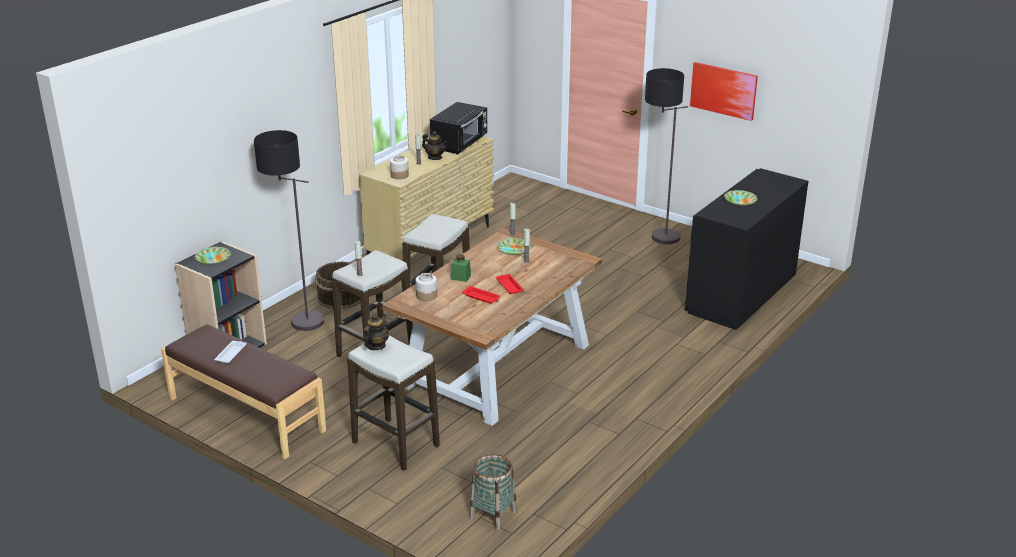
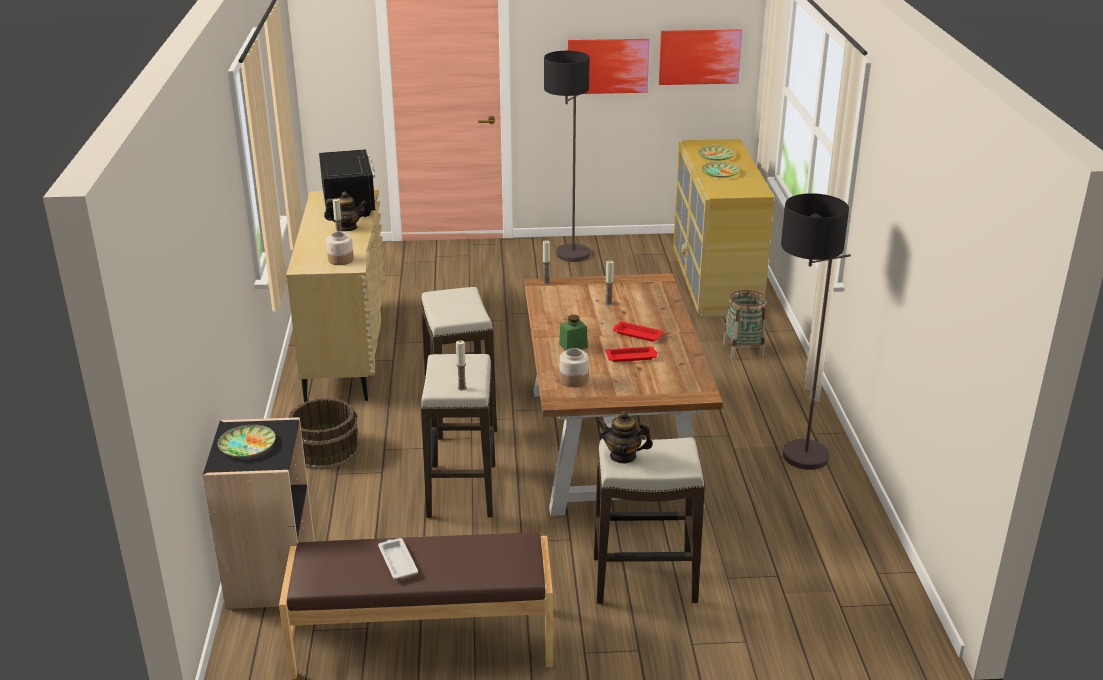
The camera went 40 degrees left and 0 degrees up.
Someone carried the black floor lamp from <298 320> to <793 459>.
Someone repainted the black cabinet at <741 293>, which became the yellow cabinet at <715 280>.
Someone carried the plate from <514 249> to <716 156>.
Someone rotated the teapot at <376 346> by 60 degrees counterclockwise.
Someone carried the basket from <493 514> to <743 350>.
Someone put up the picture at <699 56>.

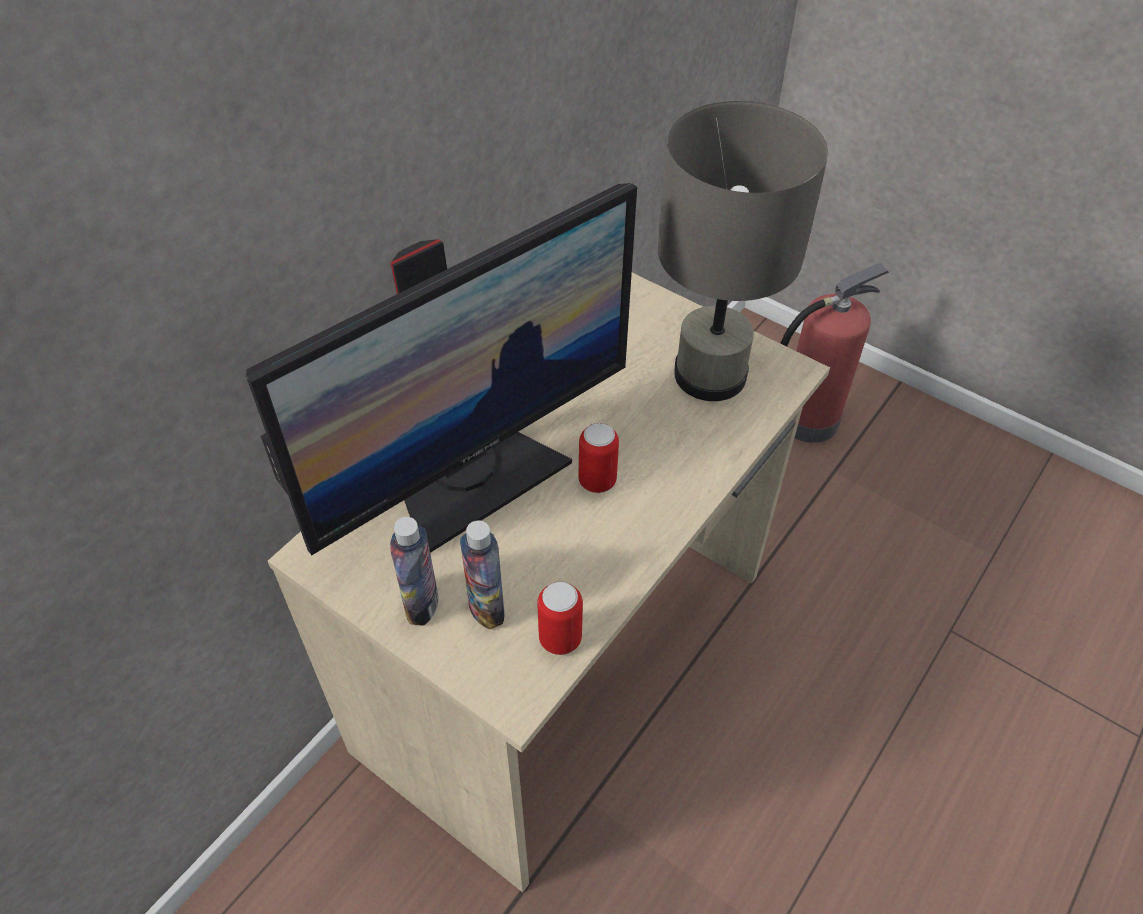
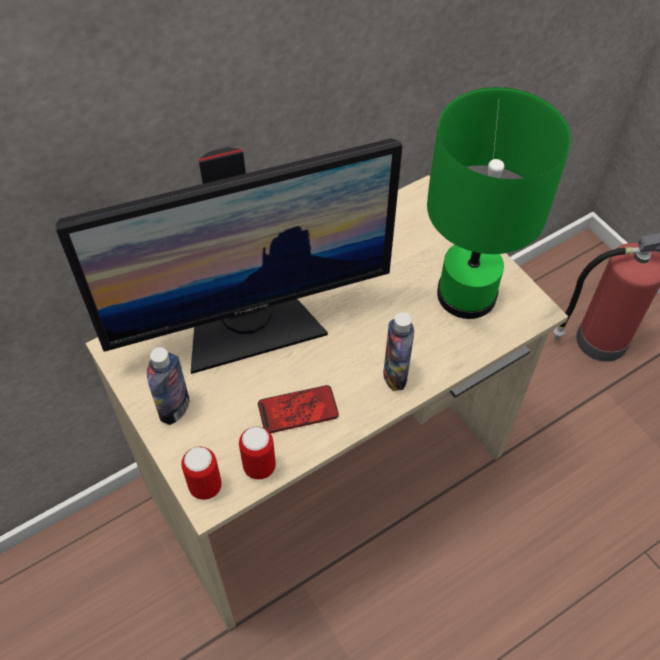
The camera went 20 degrees right and 5 degrees up.
Someone repainted the grey table lamp at <709 376>, which became the green table lamp at <465 296>.
Someone carried the can from <597 481> to <205 486>.
Someone carried the bottle from <486 608> to <395 375>.
Someone put down the phone at <298 410>.

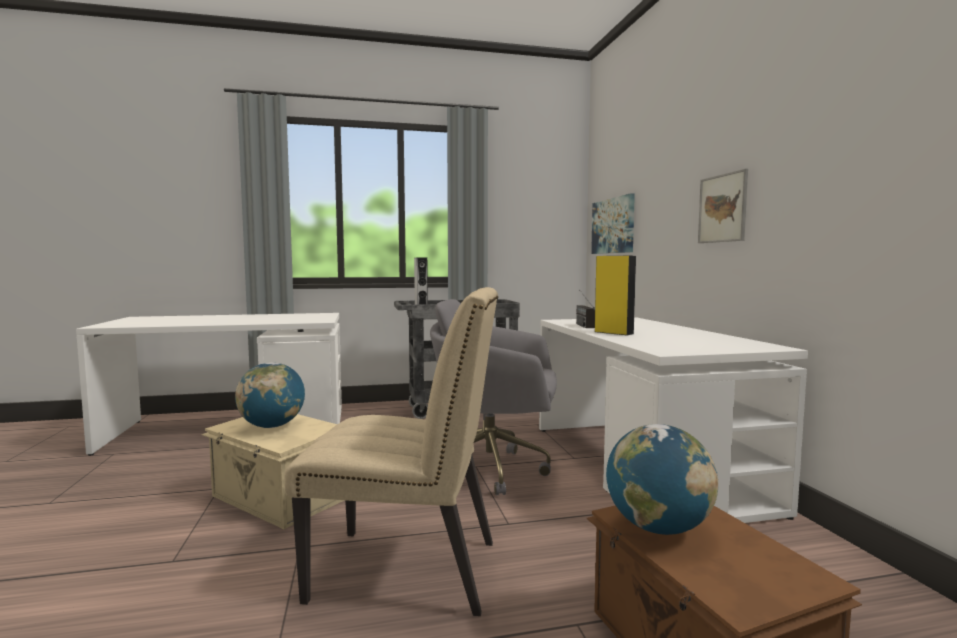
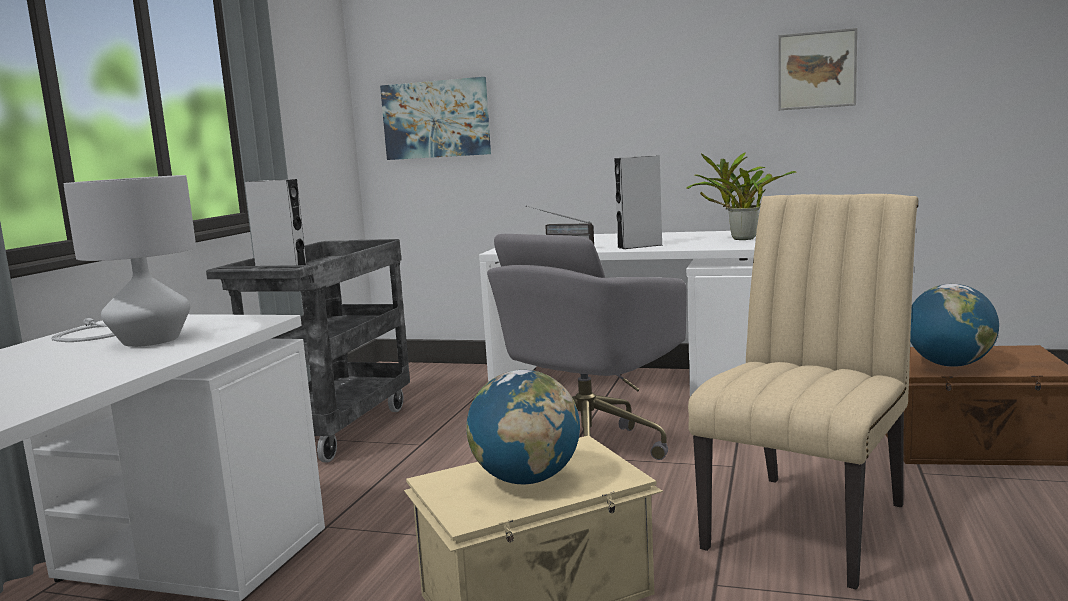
The camera went 60 degrees left and 5 degrees up.
Someone carried the picture from <722 208> to <816 70>.
Someone repainted the yellow speaker at <613 333>, which became the grey speaker at <639 246>.
Someone put down the potted plant at <739 239>.
Someone put down the white table lamp at <128 337>.

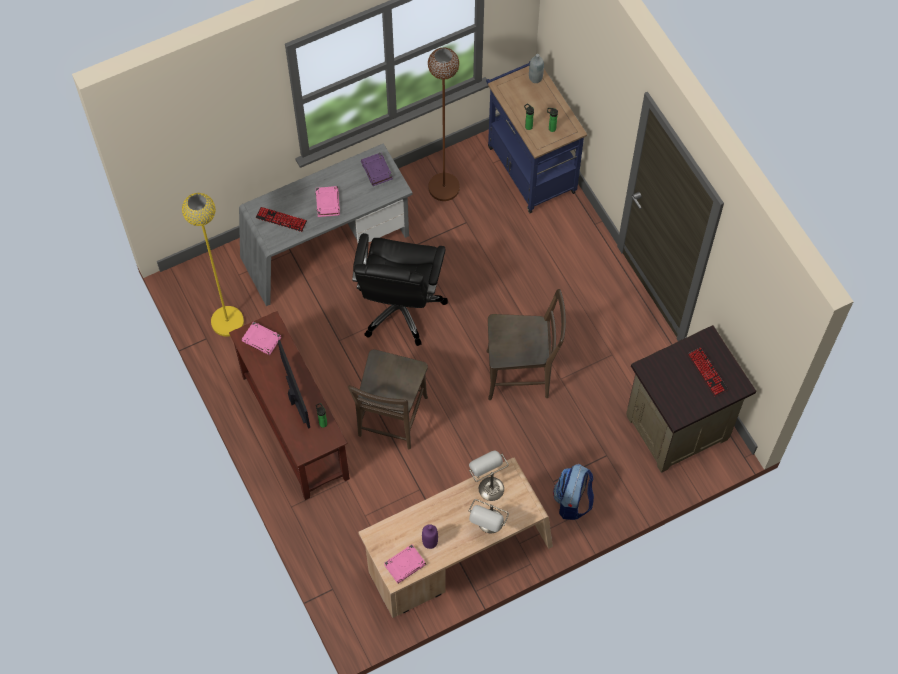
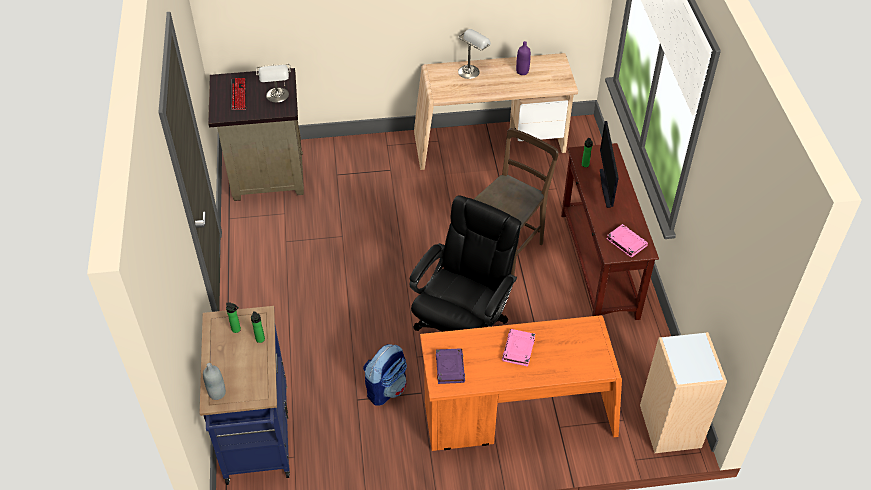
The camera went 160 degrees left and 15 degrees down.
Someone took away the brown floor lamp at <444 187>.
Someone repainted the grey desk at <327 249>, which became the orange desk at <518 417>.
Someone took away the yellow floor lamp at <227 321>.
Someone took away the keyboard at <281 220>.
Someone took away the brown chair at <522 374>.
Someone carried the white table lamp from <488 484> to <278 98>.
Someone carried the backpack from <573 501> to <386 388>.
Someone took away the pink book at <405 564>.
Someone put down the bookcase at <670 427>.

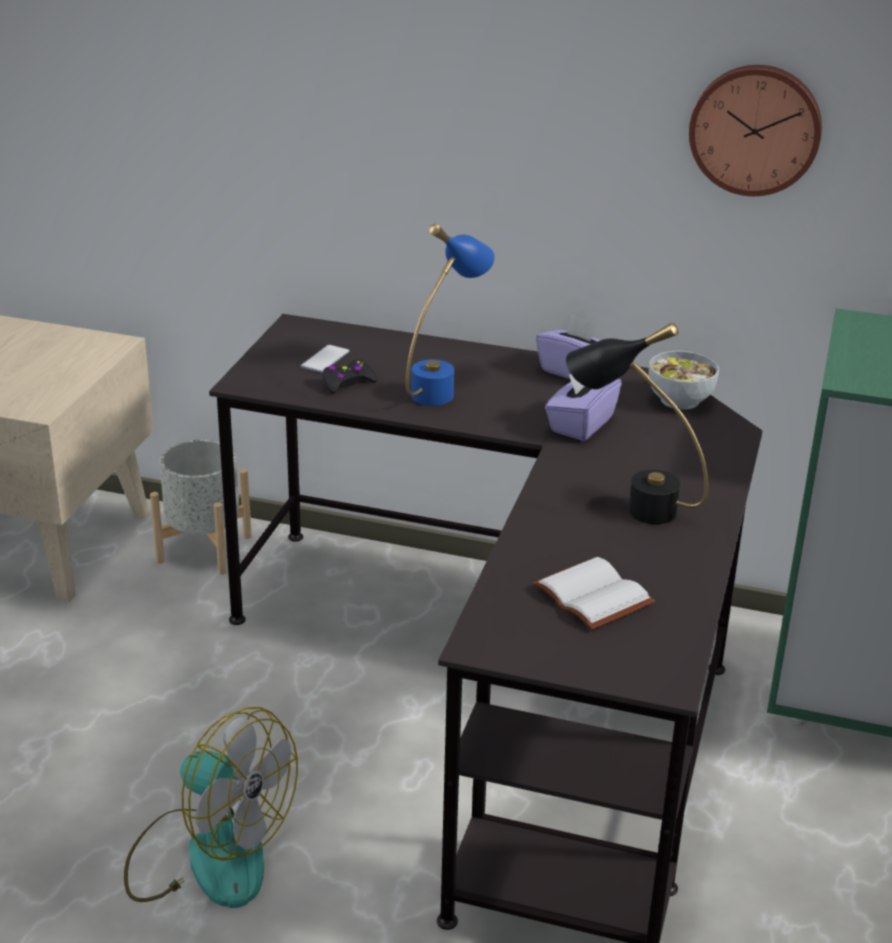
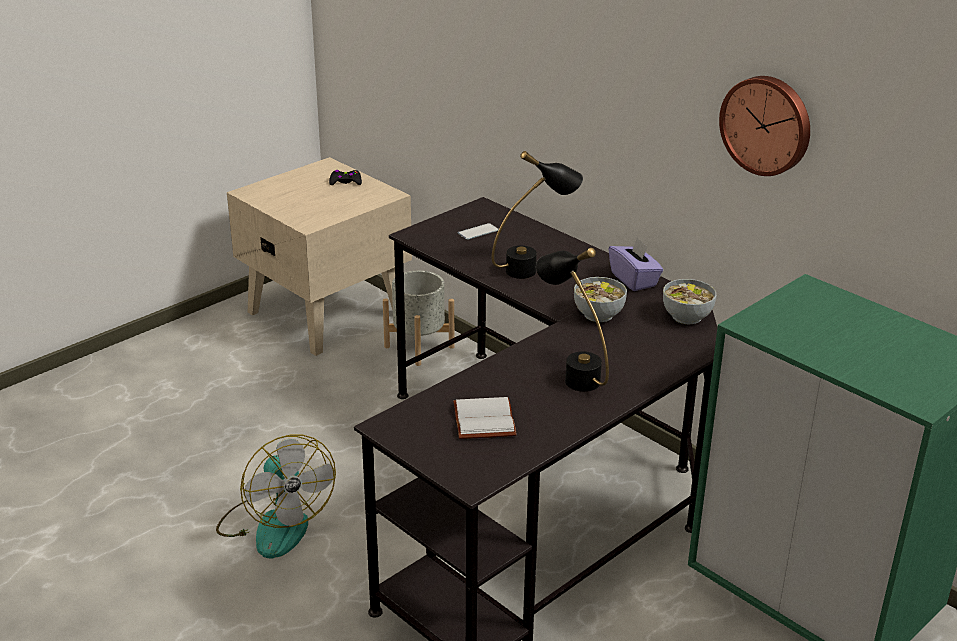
The camera went 30 degrees right and 0 degrees up.
Someone repainted the blue table lamp at <444 387>, which became the black table lamp at <534 268>.
Someone carried the black game controller from <347 383> to <345 182>.
Someone swapped the purple tissue box at <580 424> for the bowl at <598 314>.

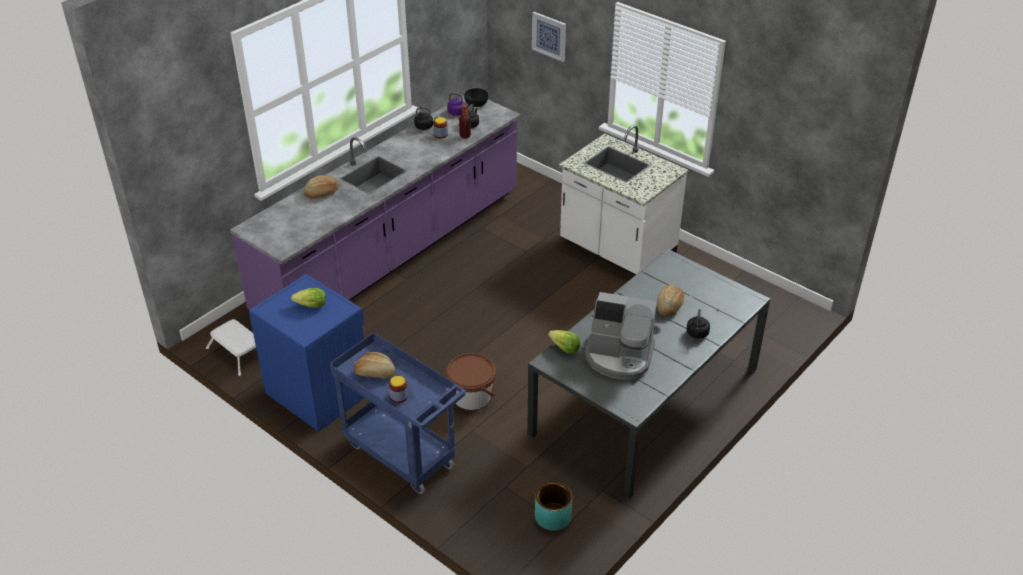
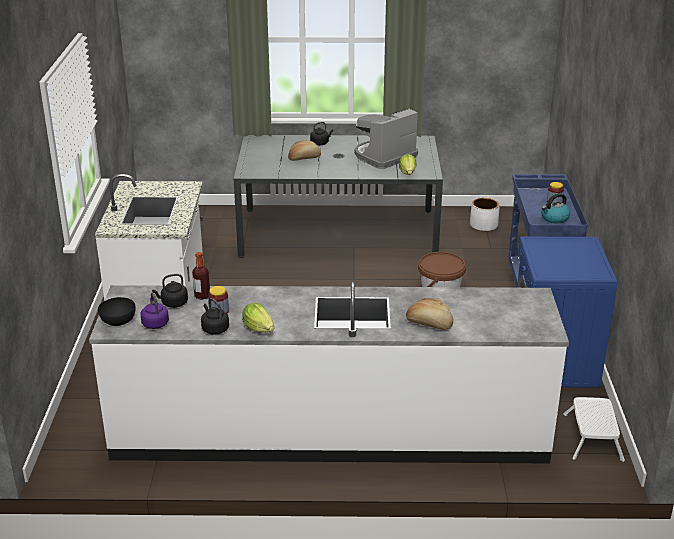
The camera went 130 degrees left and 10 degrees down.
Someone took away the picture at <549 36>.
Someone repainted the purple counter at <393 254>, which became the white counter at <330 431>.
Someone carried the lettuce from <311 306> to <259 329>.
Someone rotated the coffee machine at <619 356> by 105 degrees counterclockwise.
Someone swapped the bread at <375 373> for the kettle at <554 218>.
Someone repainted the turquoise planter at <553 516>, which became the white planter at <483 225>.

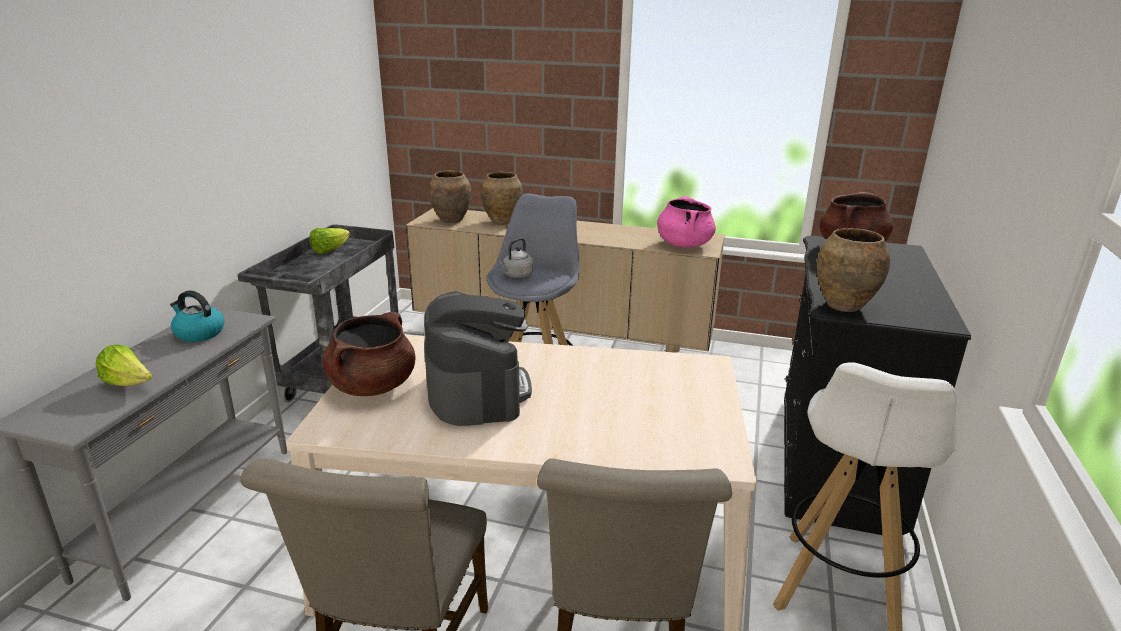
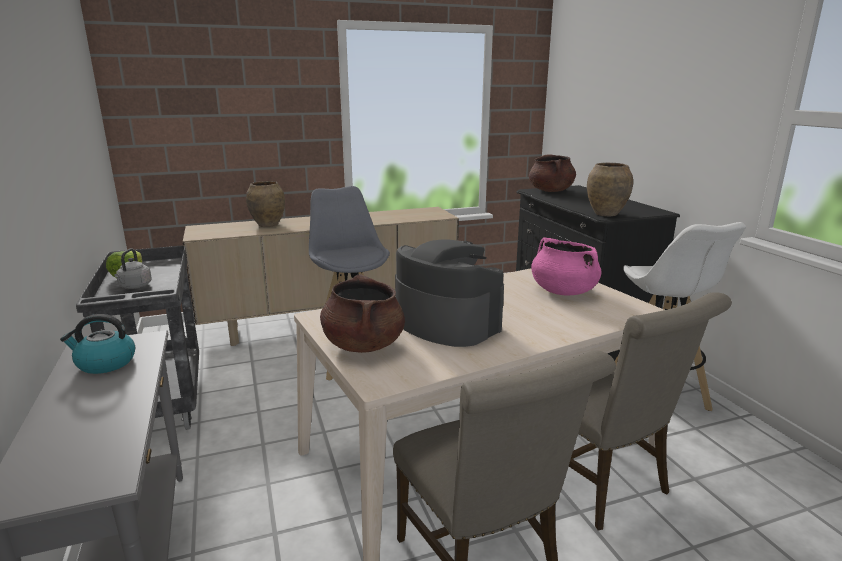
The camera went 35 degrees left and 5 degrees down.
Someone took away the brown vase at <452 220>.
Someone carried the pink cooking pot from <684 244> to <563 291>.
Someone carried the grey kettle from <517 275> to <134 286>.
Someone took away the lettuce at <129 384>.

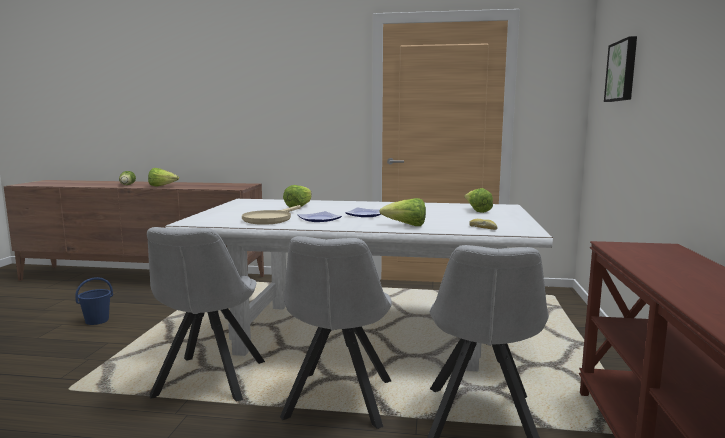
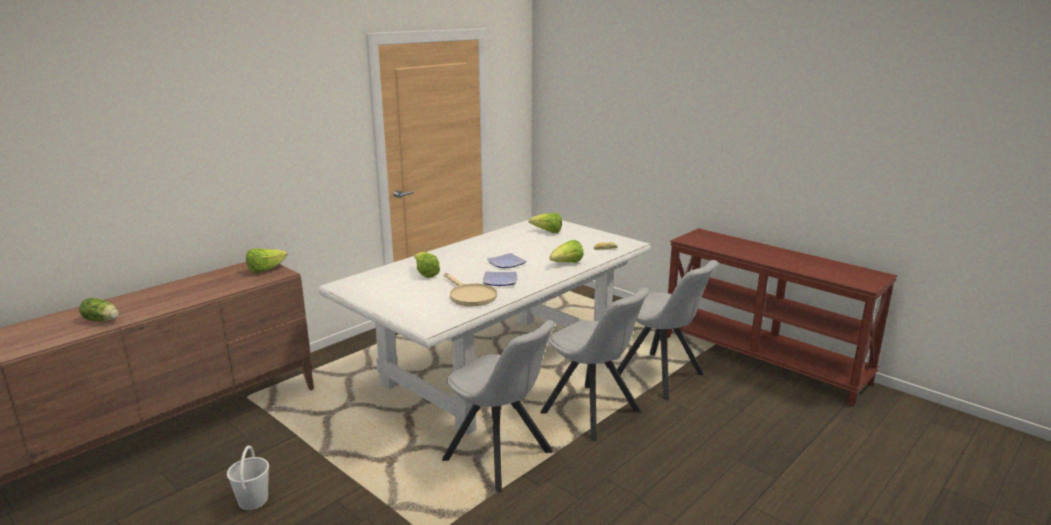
The camera went 55 degrees left and 10 degrees up.
Someone took away the picture at <623 71>.
Someone carried the lettuce from <162 186> to <266 270>.
Someone repainted the blue bucket at <97 320>, which became the white bucket at <253 500>.

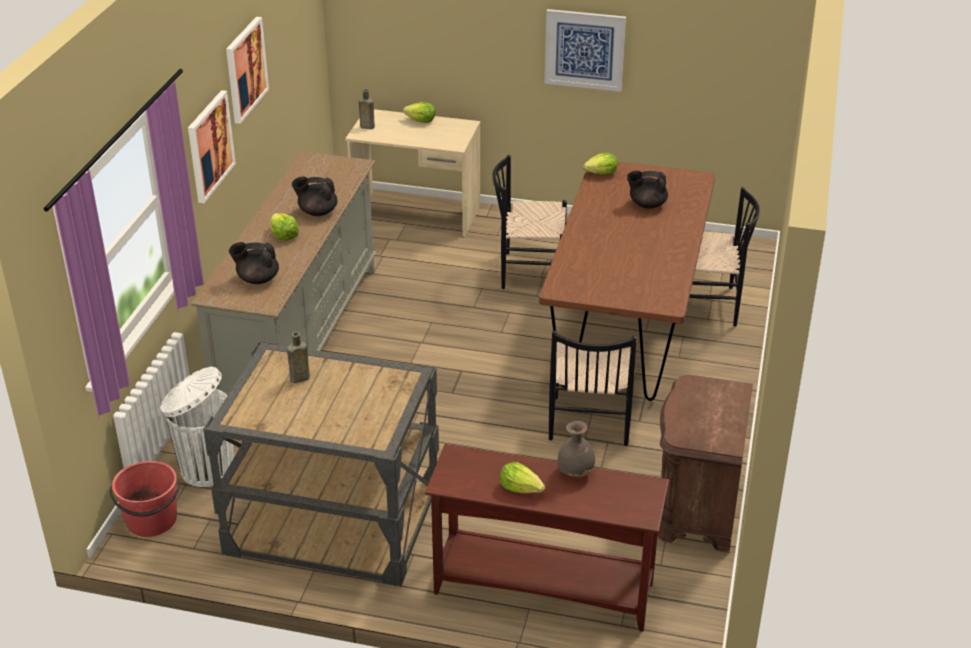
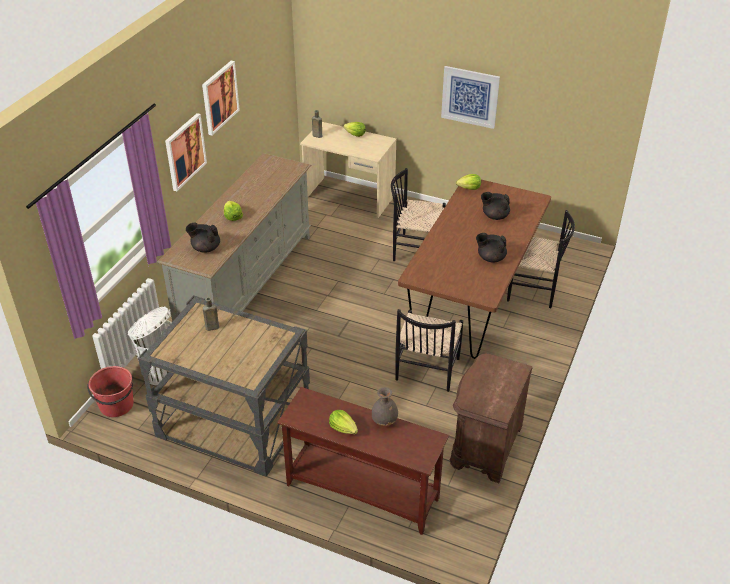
The camera went 10 degrees right and 5 degrees up.
Someone carried the black teapot from <317 212> to <490 258>.

